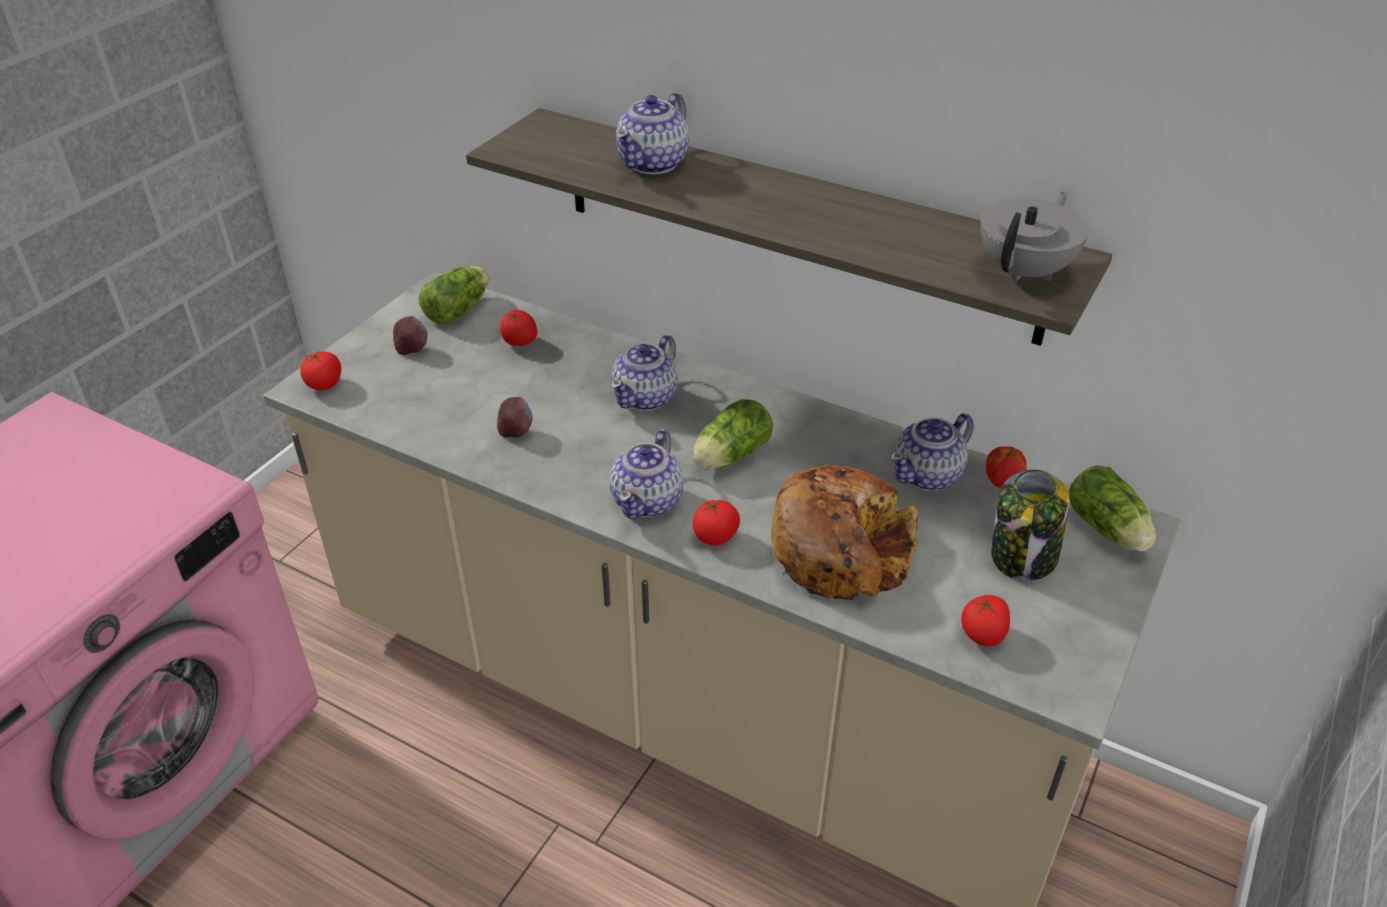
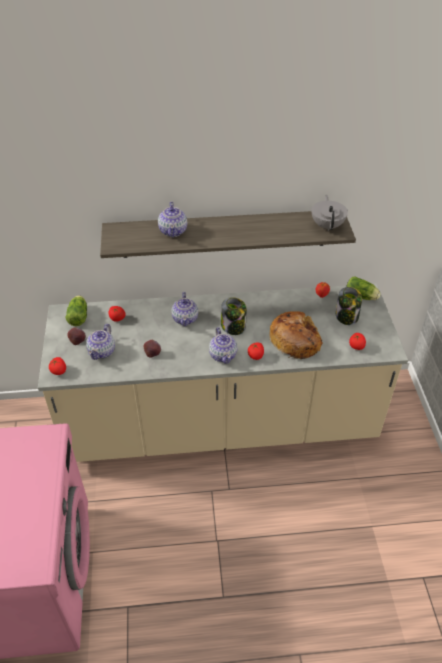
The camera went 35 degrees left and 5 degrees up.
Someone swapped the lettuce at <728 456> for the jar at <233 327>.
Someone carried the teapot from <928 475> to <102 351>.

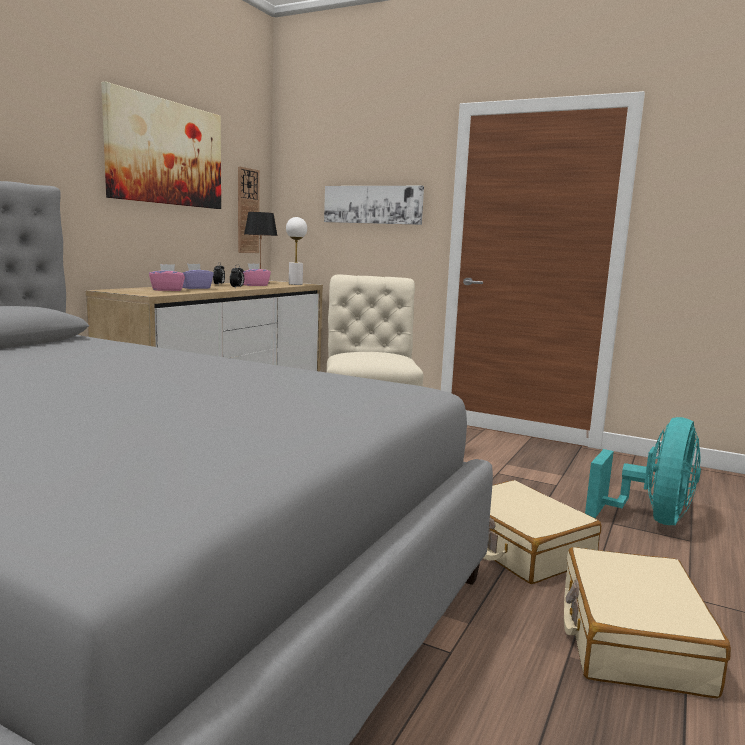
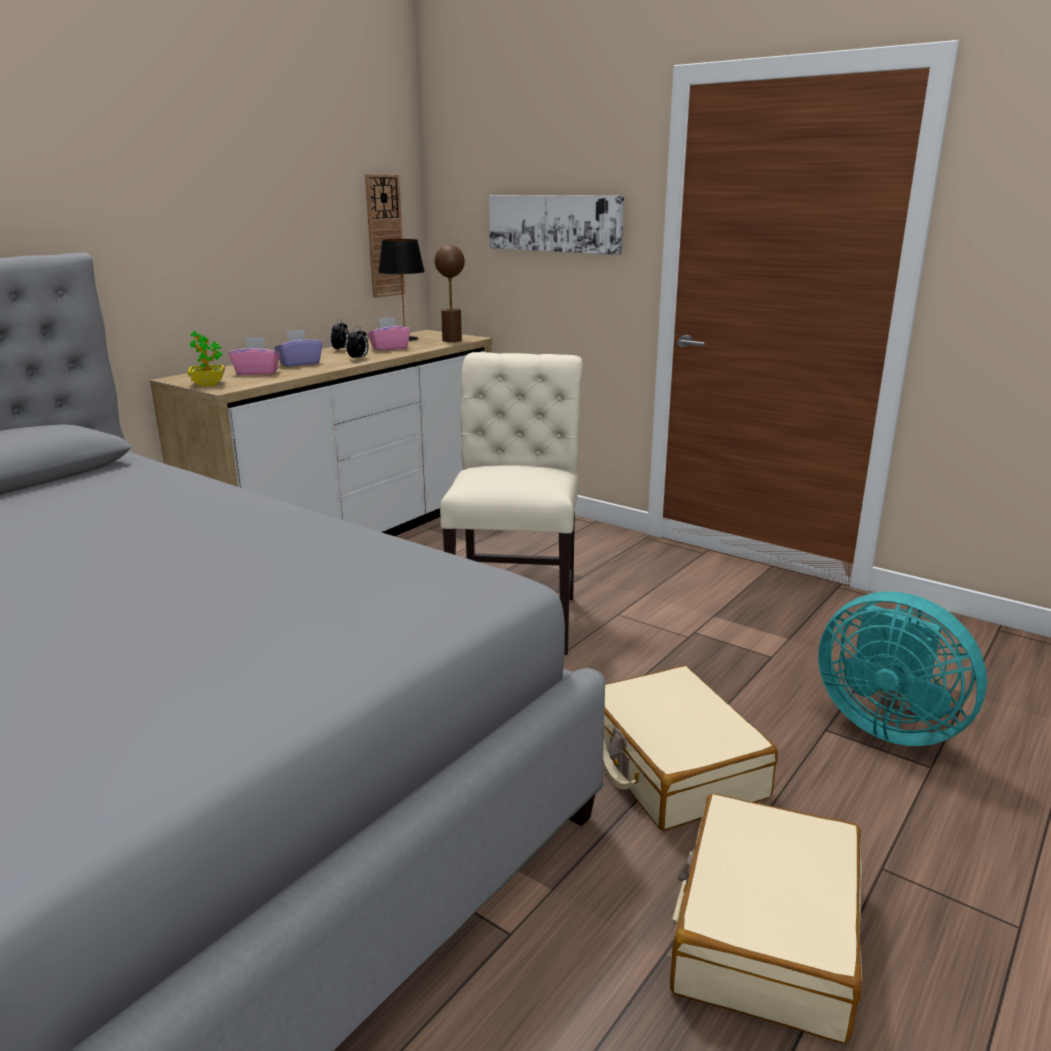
The camera went 10 degrees right and 10 degrees up.
Someone took away the picture at <166 153>.
Someone repainted the white table lamp at <295 284>, which became the brown table lamp at <451 340>.
Someone rotated the turquoise fan at <650 519> by 90 degrees clockwise.
Someone put down the potted plant at <208 384>.

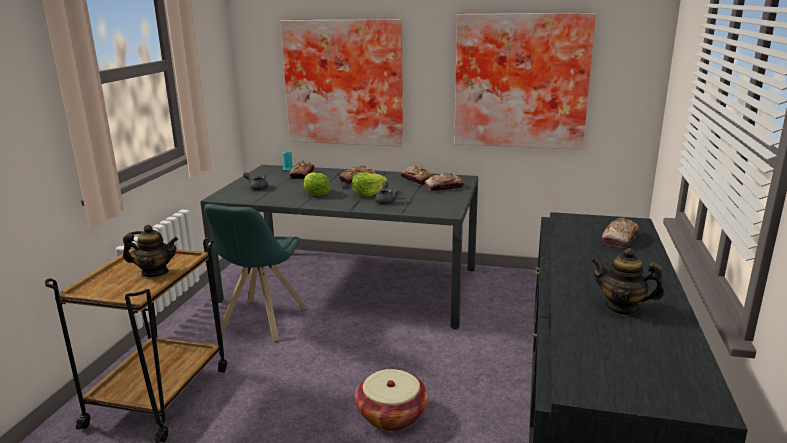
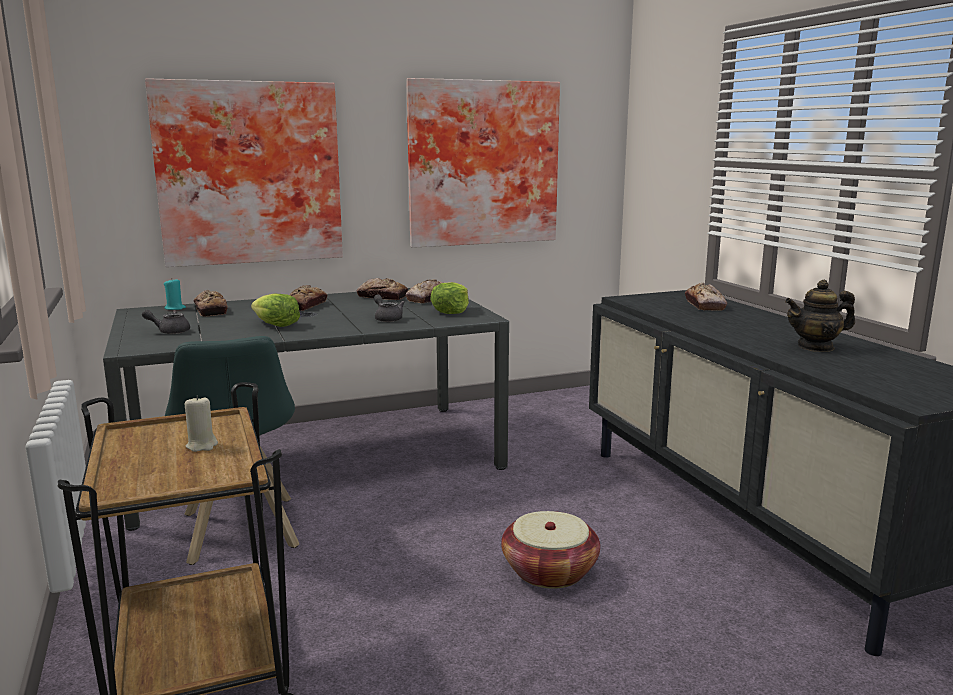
The camera went 35 degrees left and 5 degrees down.
Someone carried the lettuce from <368 193> to <451 311>.
Someone swapped the teapot at <155 272> for the beige candle at <202 445>.

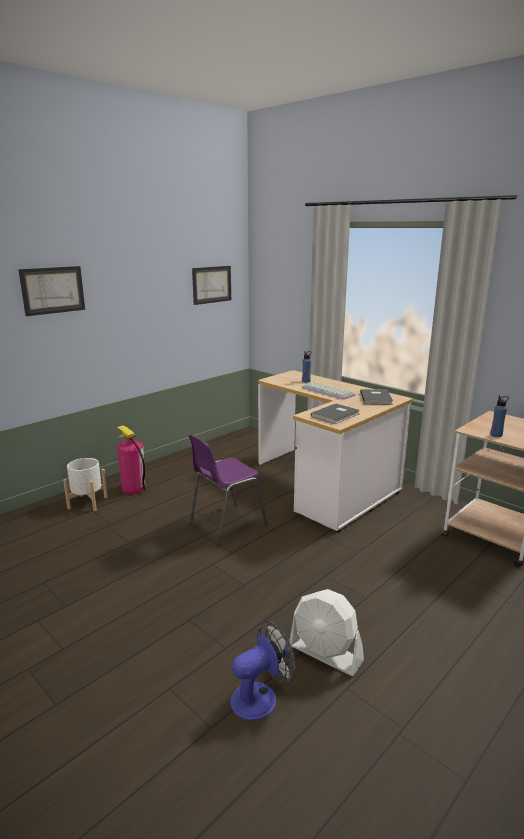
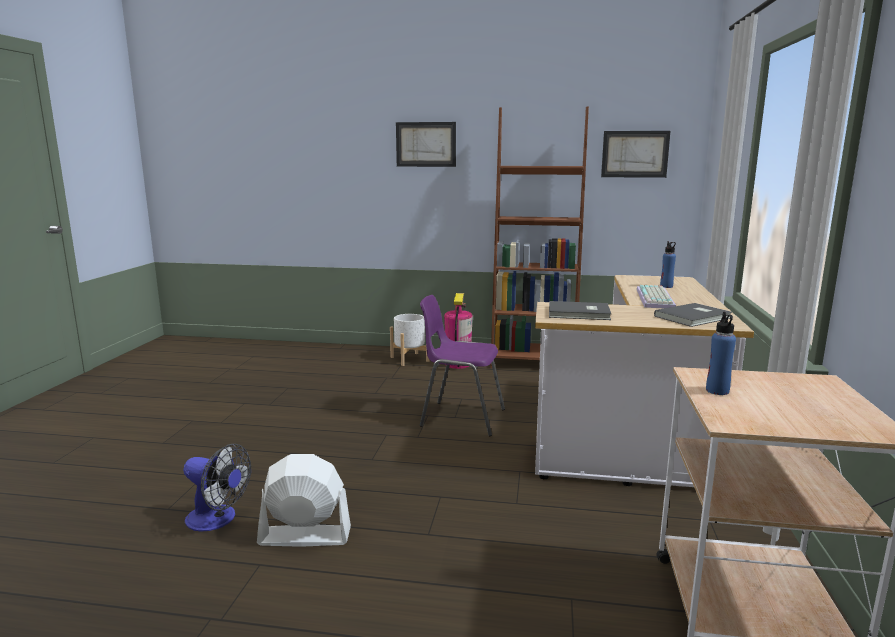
The camera went 55 degrees right and 5 degrees down.
Someone rotated the white fan at <325 653> by 90 degrees clockwise.
Someone put down the brown bookcase at <533 362>.

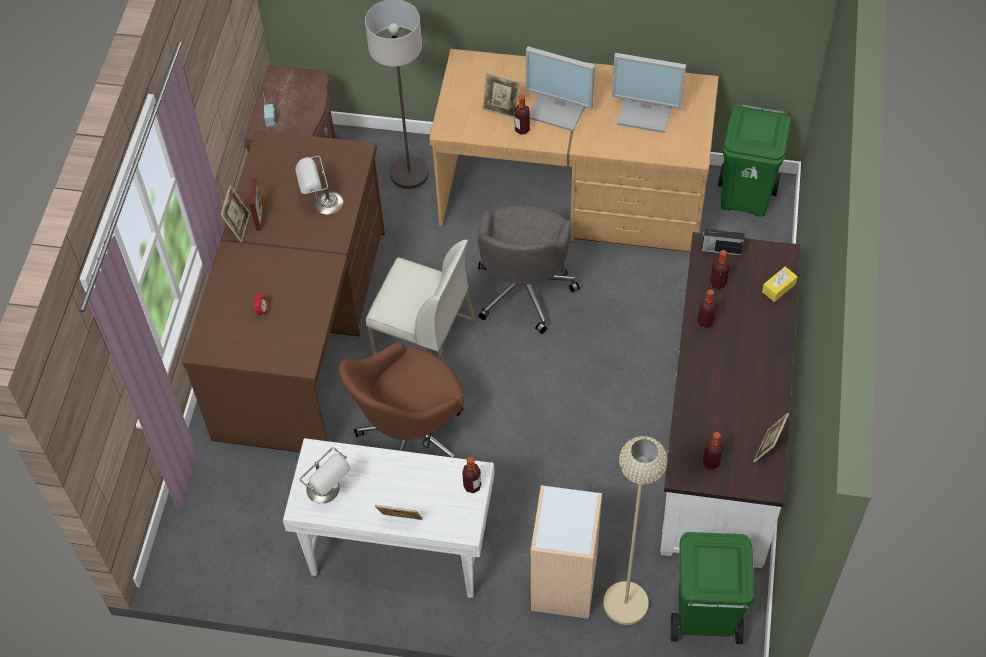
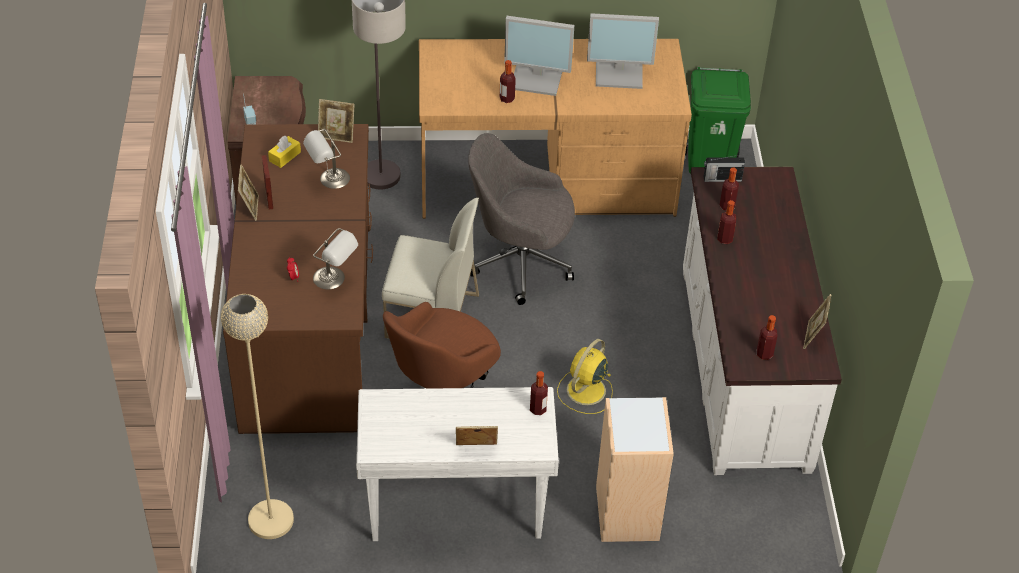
The camera went 15 degrees left and 10 degrees down.
Someone carried the picture frame from <501 109> to <336 136>.
Someone rotated the grey office chair at <524 292> by 105 degrees clockwise.
Someone carried the yellow tissue box from <778 288> to <285 156>.
Someone carried the beige floor lamp from <626 603> to <271 520>.
Someone carried the white table lamp from <328 492> to <335 280>.
Someone took away the green trash can at <704 618>.
Someone put down the yellow fan at <585 391>.

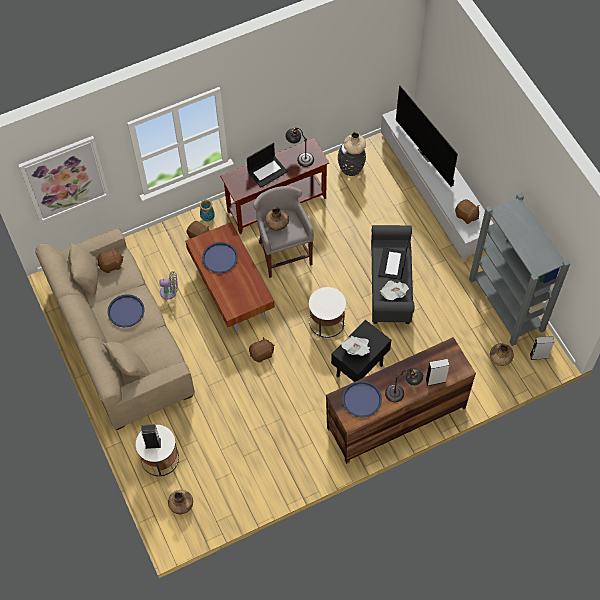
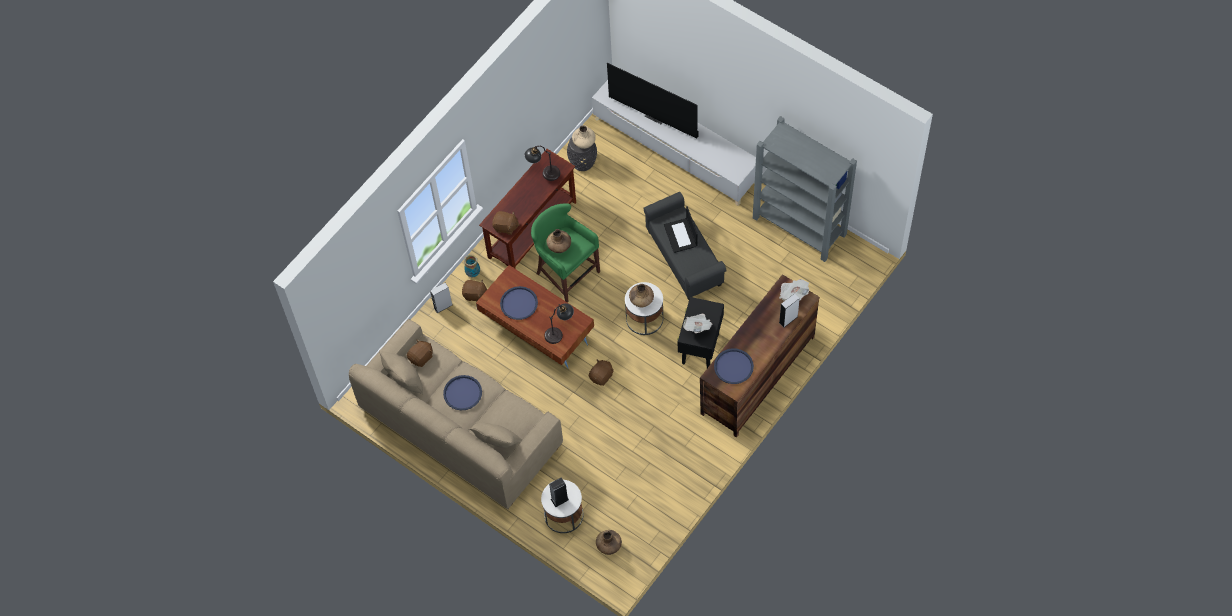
The camera went 25 degrees left and 0 degrees up.
Someone took away the picture at <64 179>.
Someone took away the laptop at <267 171>.
Someone repainted the grey stool at <283 252>, which became the green stool at <566 272>.
Someone carried the brown plush toy from <466 215> to <505 227>.
Someone took away the grey fan at <170 292>.
Someone carried the newspaper from <393 293> to <793 294>.
Someone carried the grey speaker from <539 356> to <443 306>.
Someone carried the brown vase from <500 358> to <641 300>.
Someone carried the grey table lamp from <402 391> to <559 330>.

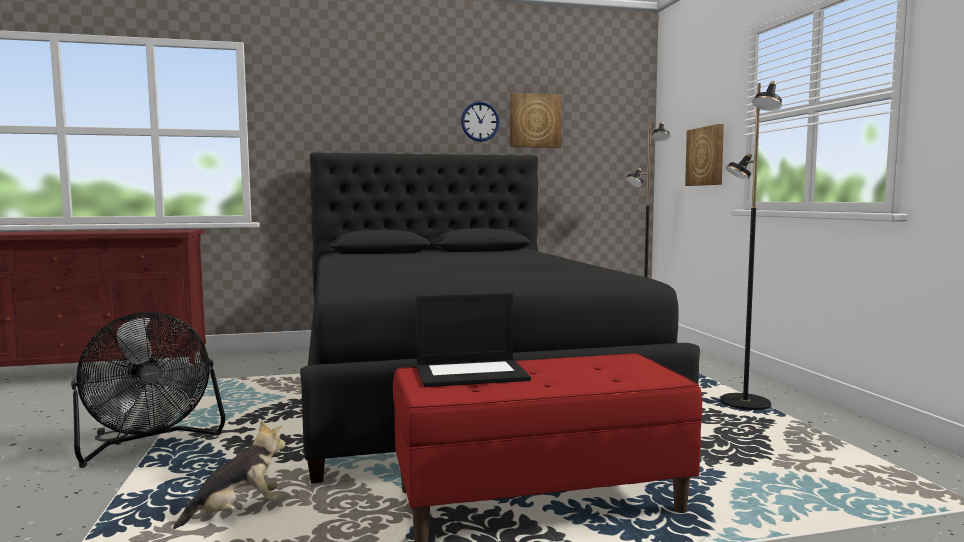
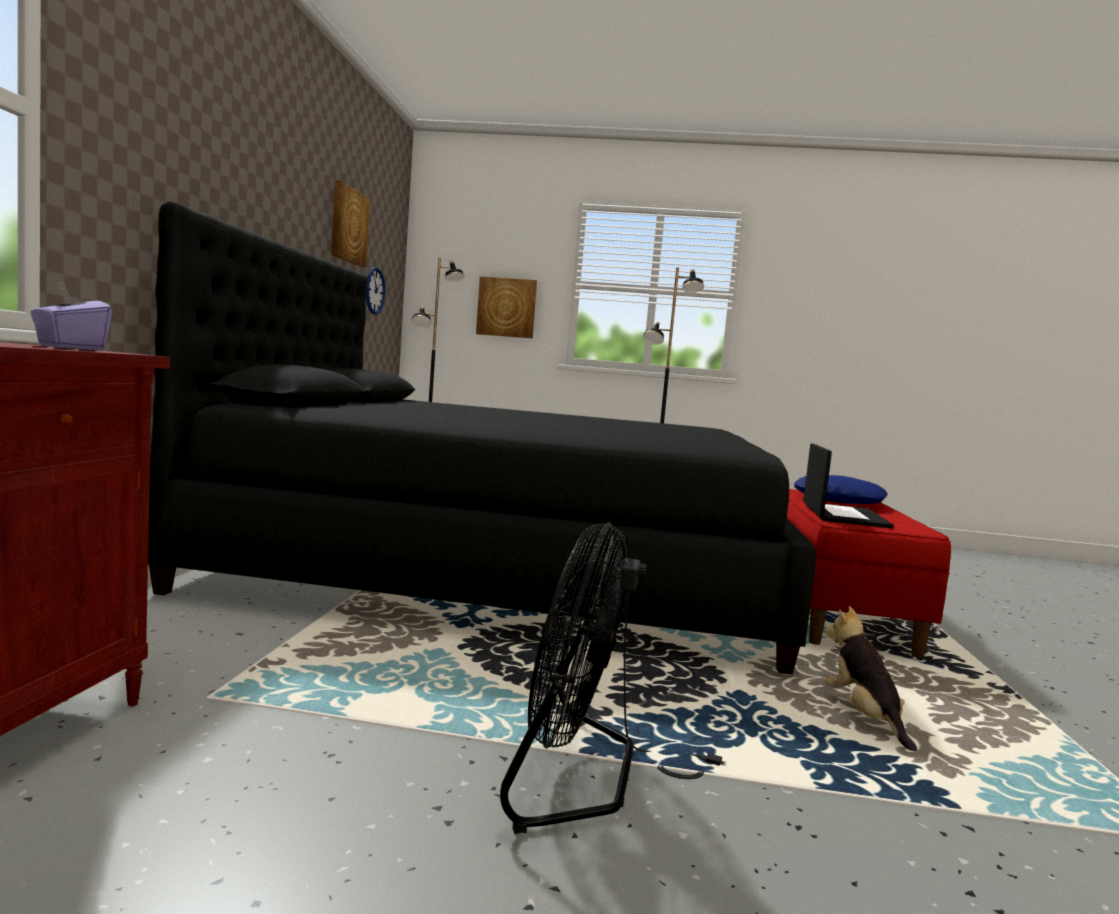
The camera went 70 degrees left and 0 degrees up.
Someone carried the wall clock from <480 121> to <374 290>.
Someone rotated the black fan at <143 444> by 150 degrees counterclockwise.
Someone put down the purple tissue box at <69 348>.
Someone put down the blue pillow at <839 500>.

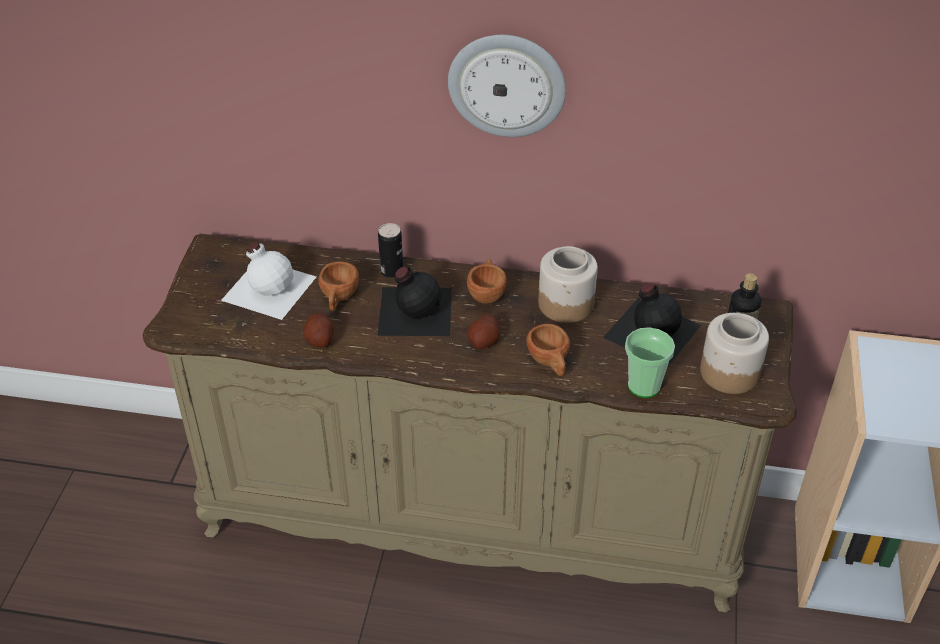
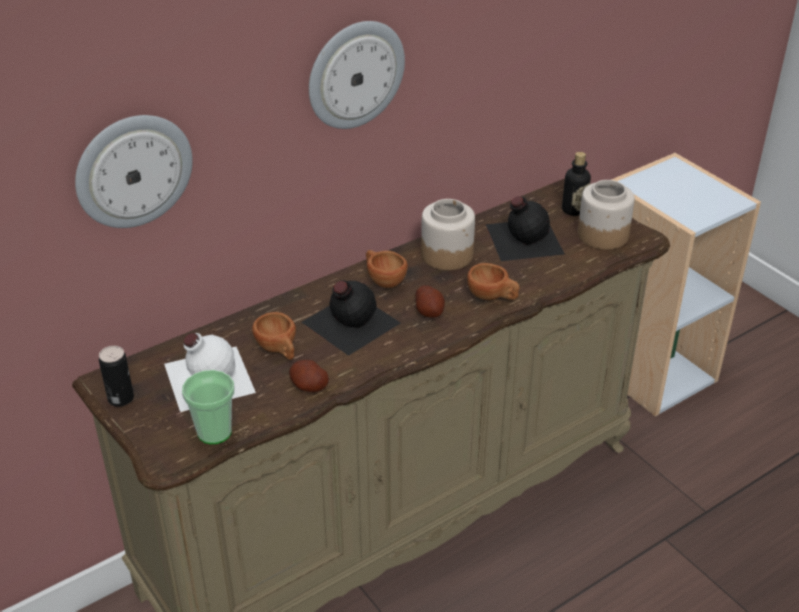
The camera went 45 degrees left and 5 degrees down.
Someone carried the can from <392 271> to <121 398>.
Someone carried the cup from <644 386> to <214 432>.
Someone put up the wall clock at <133 170>.

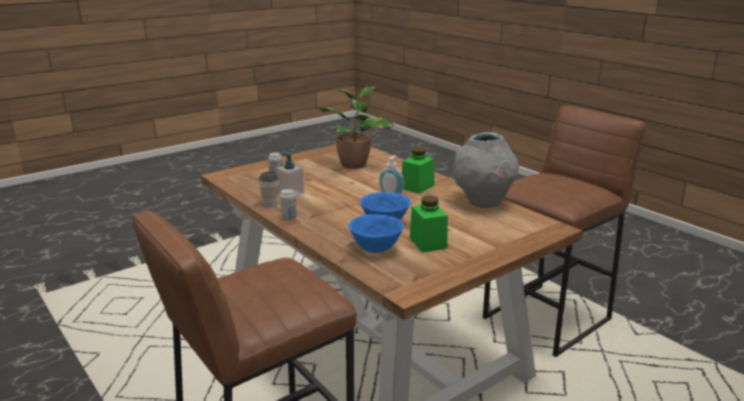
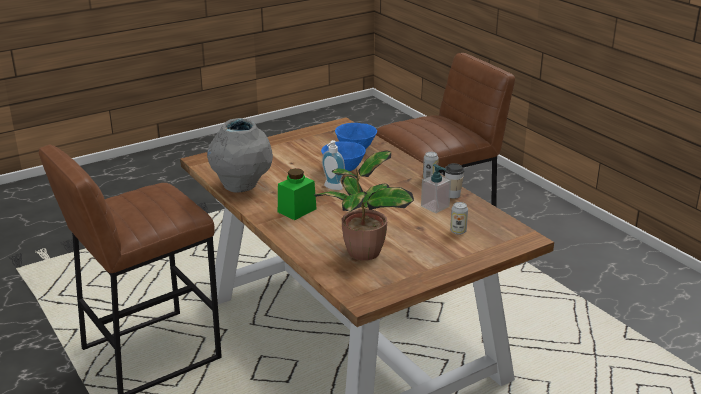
The camera went 175 degrees left and 5 degrees up.
Someone took away the green jar at <428 243>.

